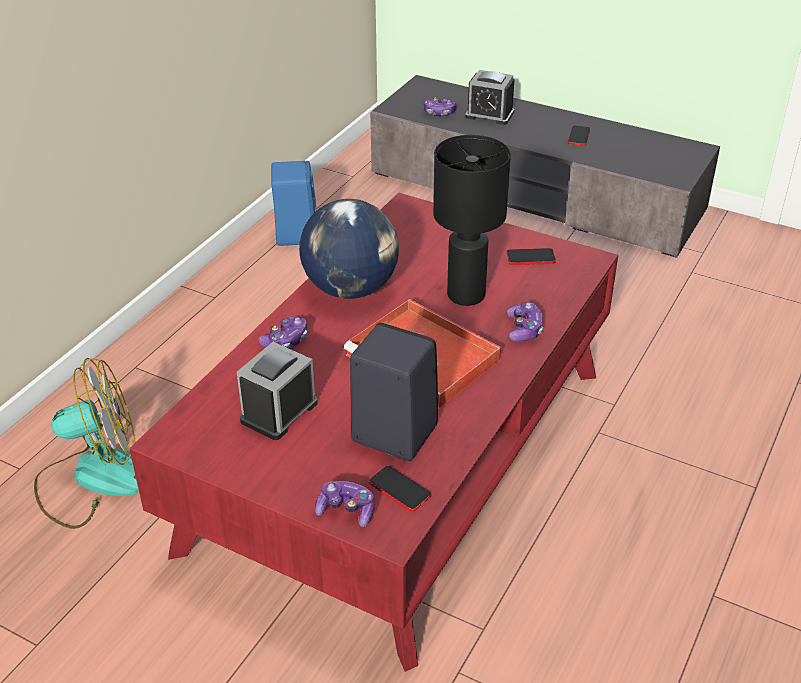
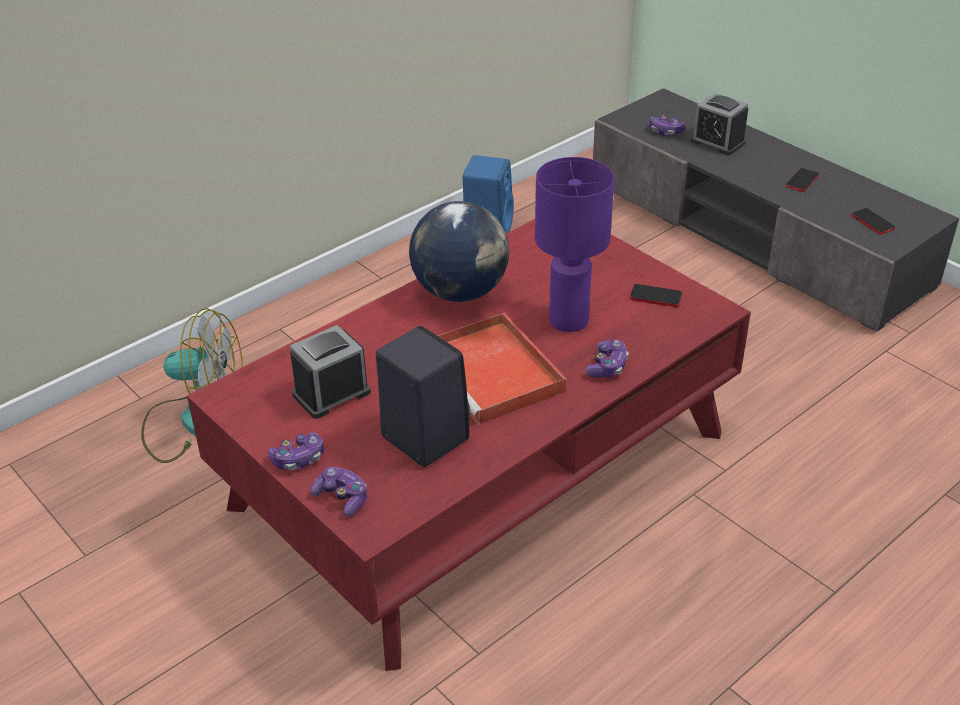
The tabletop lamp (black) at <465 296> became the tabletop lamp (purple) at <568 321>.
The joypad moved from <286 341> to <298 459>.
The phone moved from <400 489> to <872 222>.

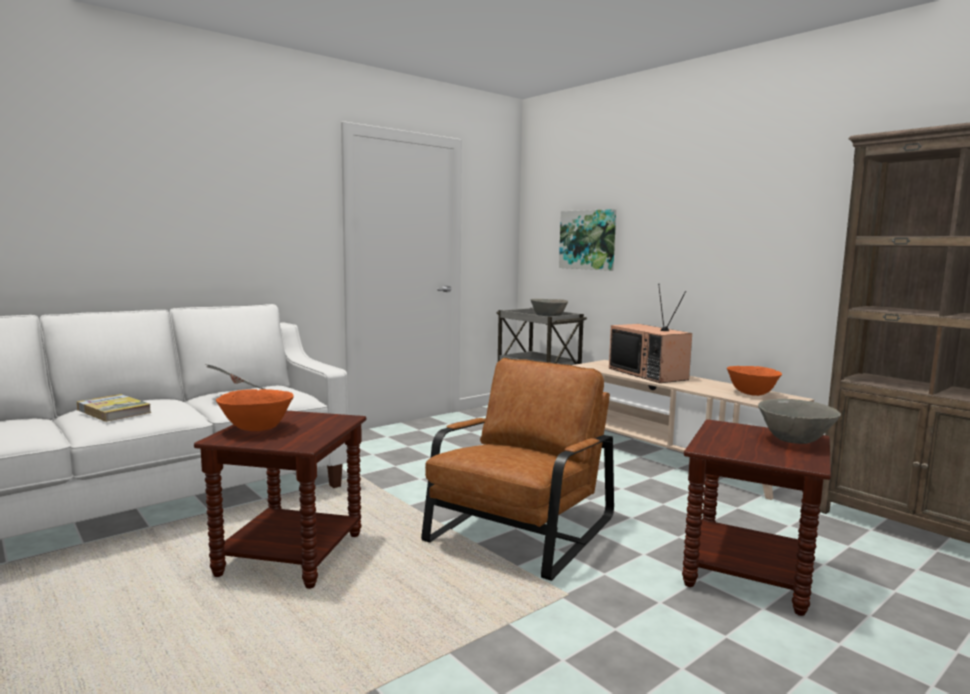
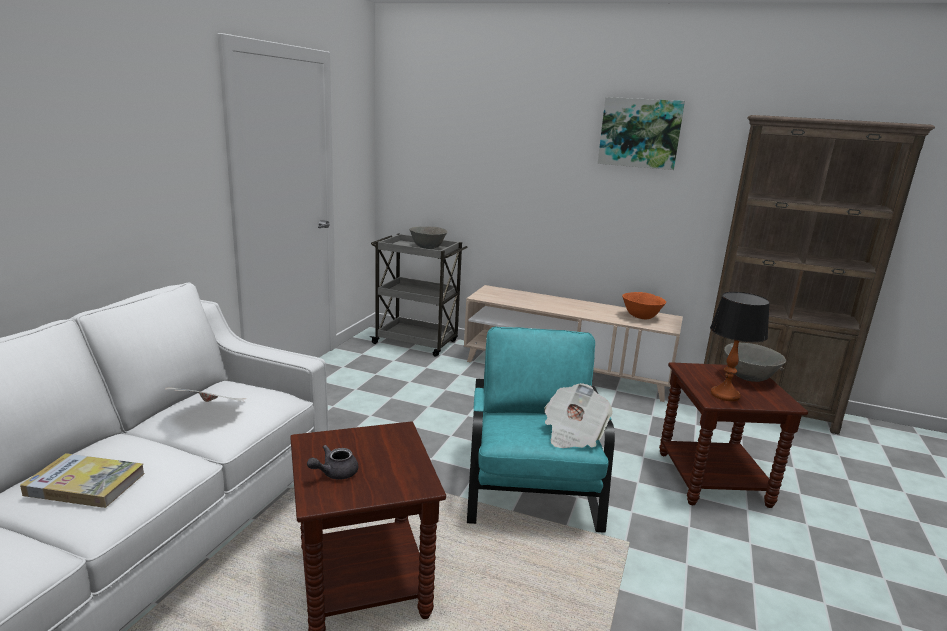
The picture moved from <588 240> to <640 133>.
The TV set at <649 374> disappeared.
The armchair (brown-coloured) at <520 530> became the armchair (turquoise-coloured) at <532 485>.
The deep dish (orange) at <256 429> was replaced by the pot for tea (greyish) at <334 473>.
The tabletop lamp at <725 395> appeared.
The newspaper at <573 433> appeared.

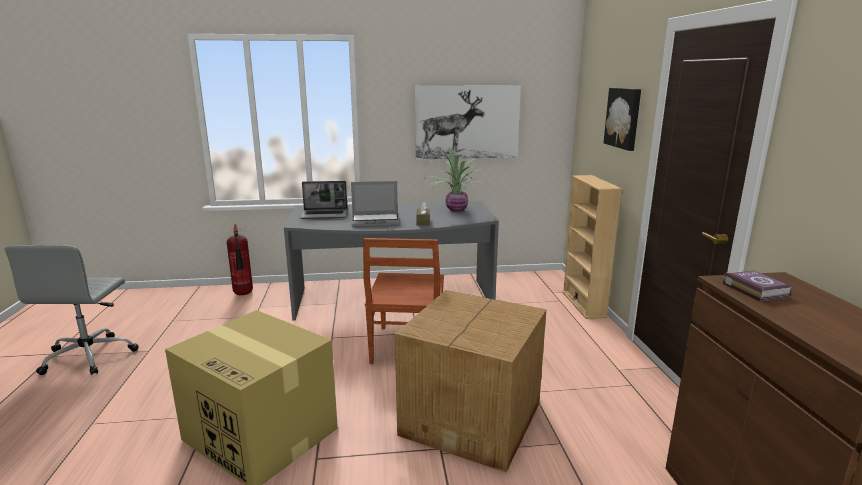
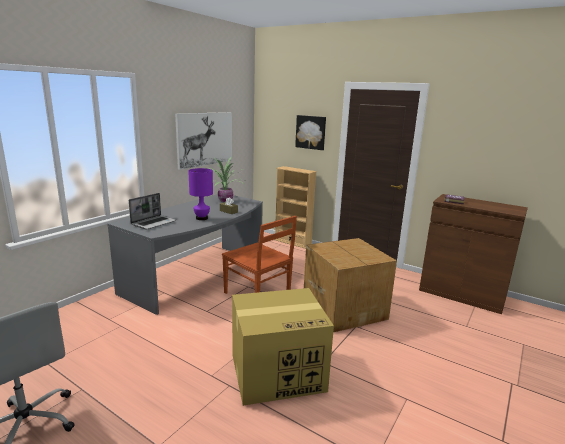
The notebook computer at <376 221> was replaced by the tabletop lamp (purple) at <202 218>.
The fire extinguisher at <244 294> disappeared.

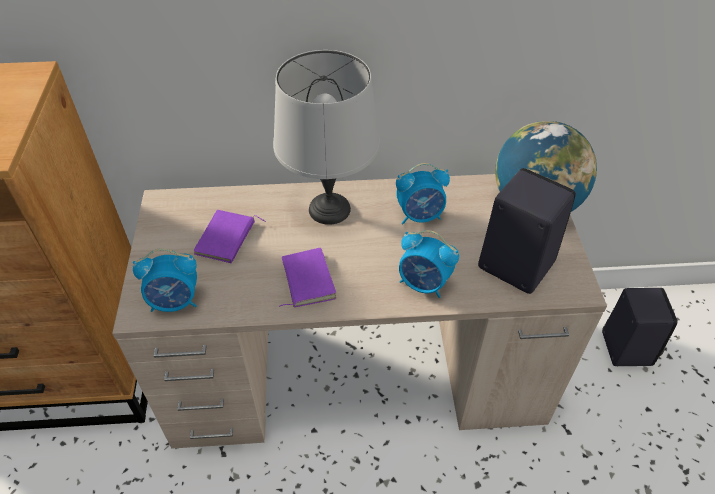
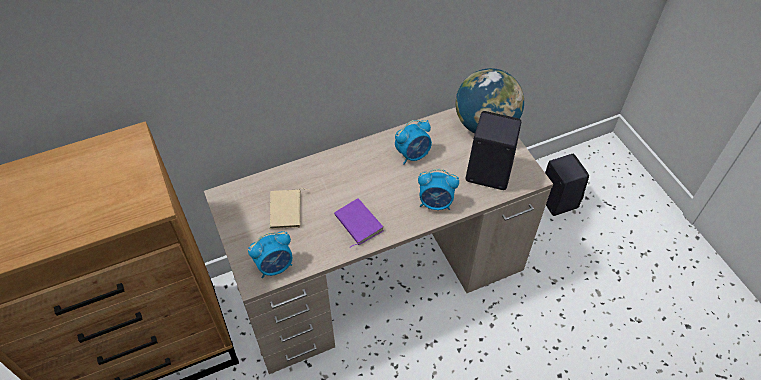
The tabletop lamp (greyish) at <328 210> disappeared.
The volume (purple) at <227 239> became the volume (beige-coloured) at <287 211>.

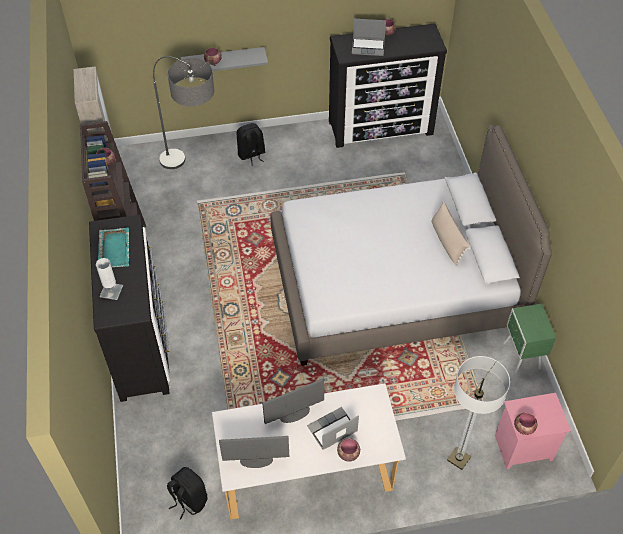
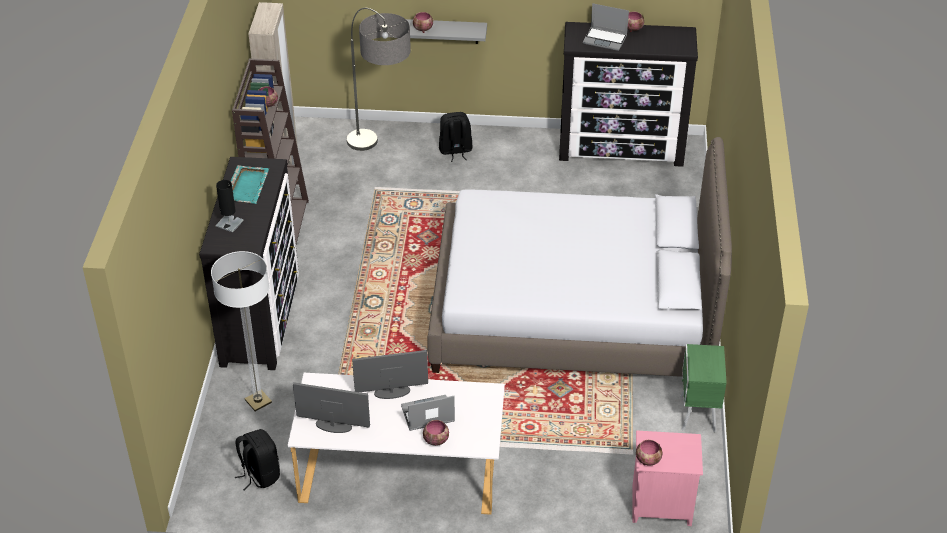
The throw pillow (beige-coloured) at <447 241> disappeared.
The tabletop lamp (white) at <111 291> became the tabletop lamp (black) at <229 223>.
The floor lamp moved from <458 458> to <258 401>.

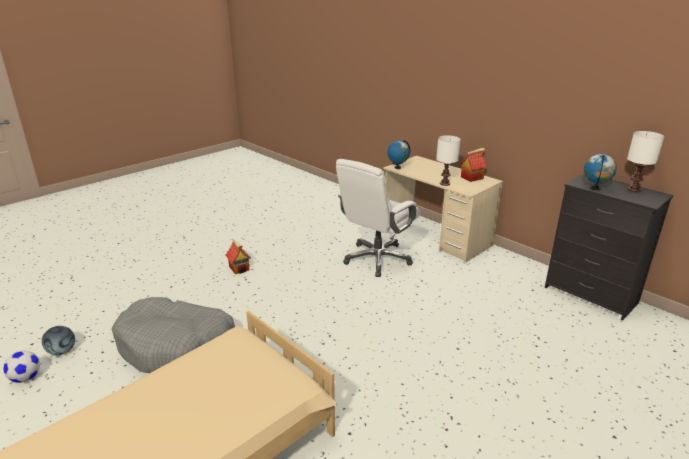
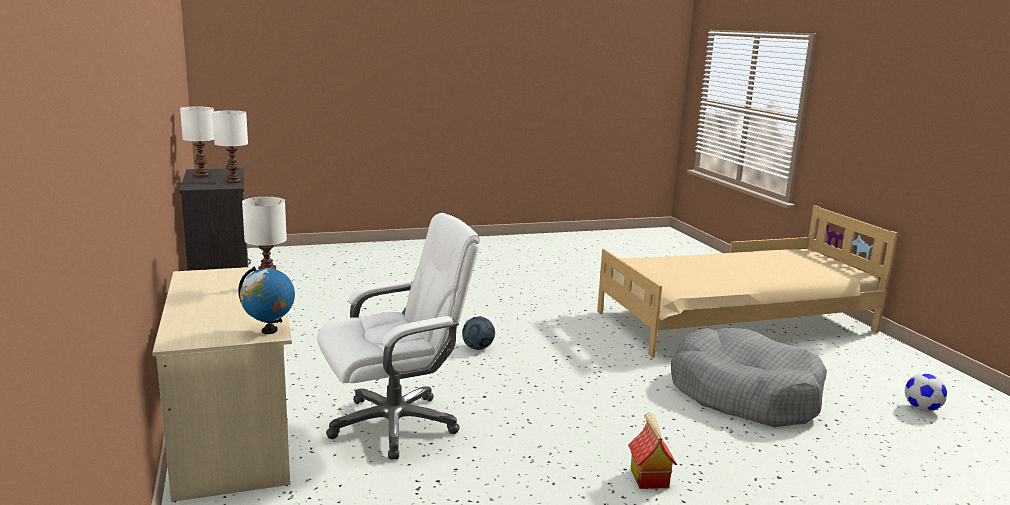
The model house at <472 177> disappeared.
The world globe at <595 189> was replaced by the tabletop lamp (white) at <233 181>.
The football ball moved from <62 351> to <478 348>.

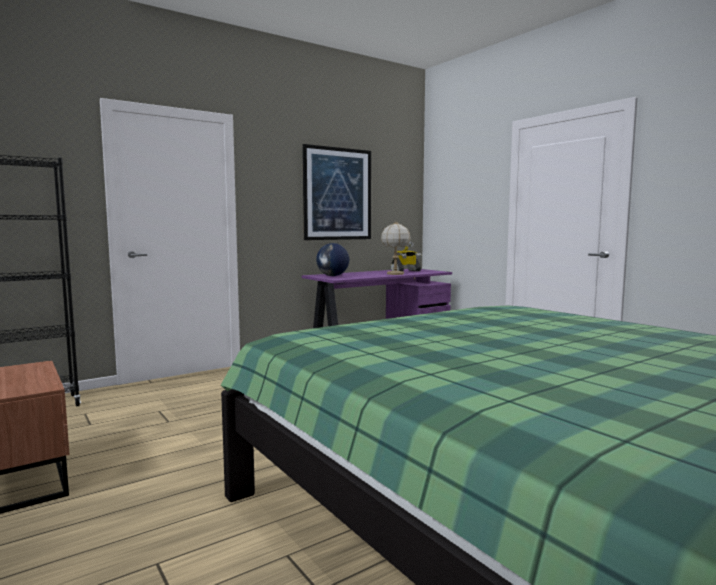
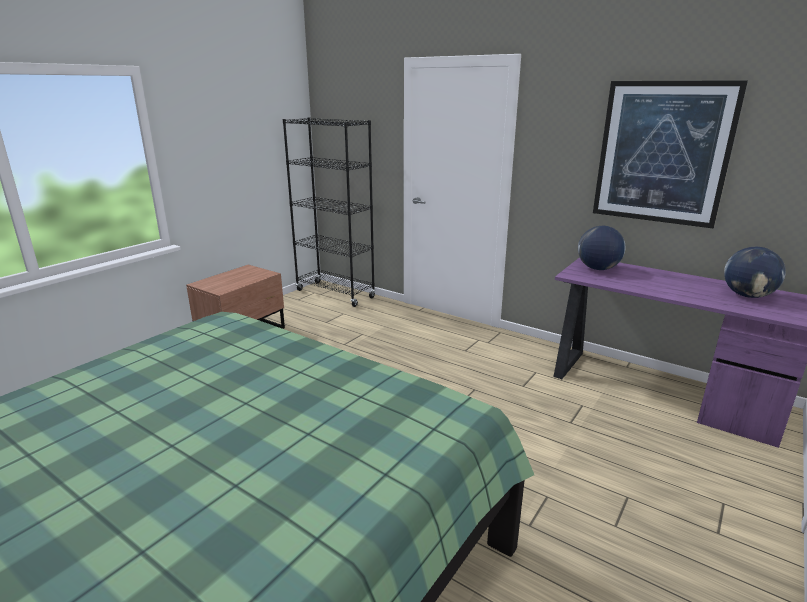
The tabletop lamp at <395 274> disappeared.
The model robot at <405 271> was replaced by the world globe at <747 296>.

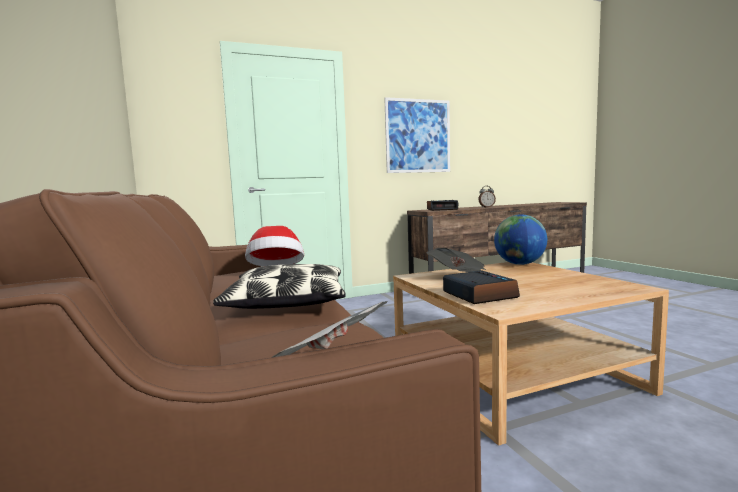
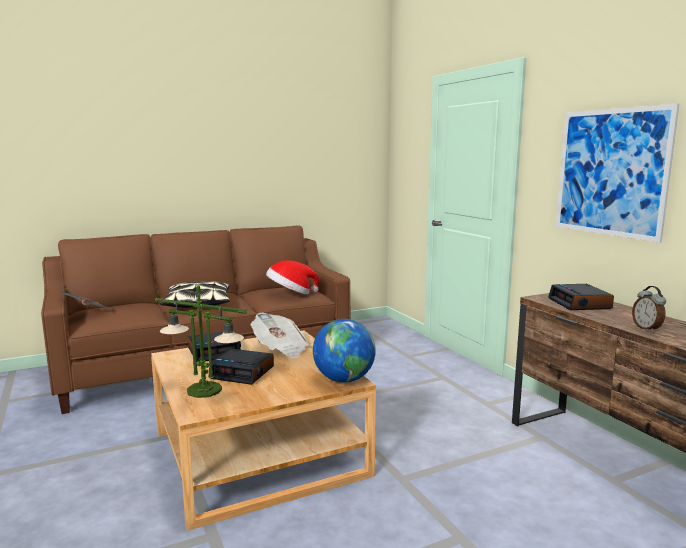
The tabletop lamp at <205 390> appeared.
The table clock at <243 372> appeared.

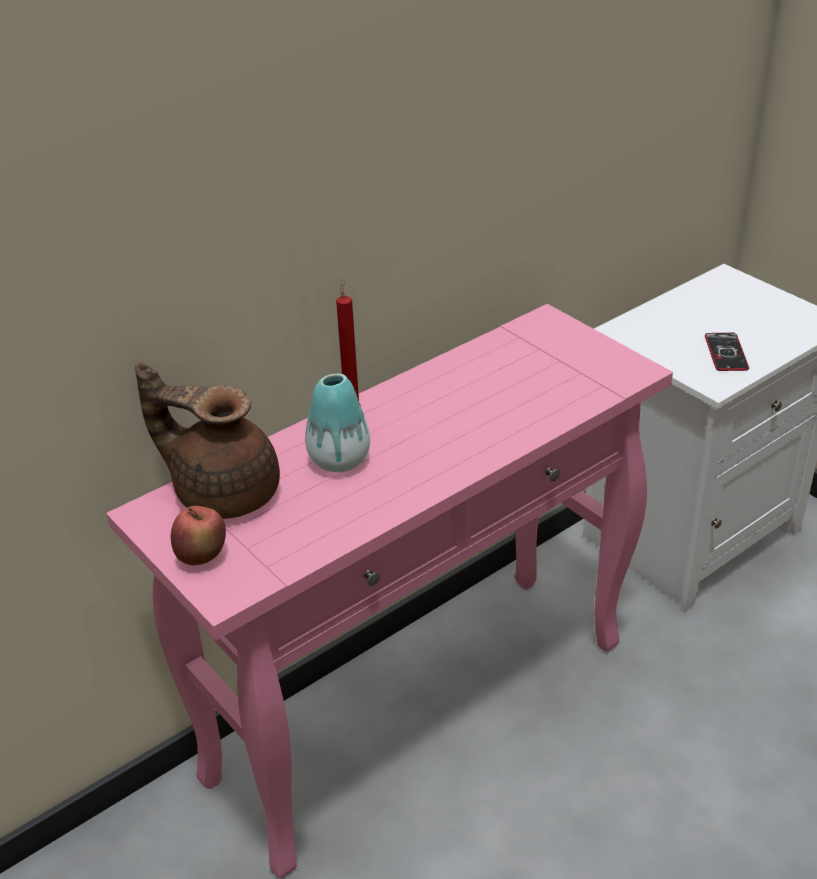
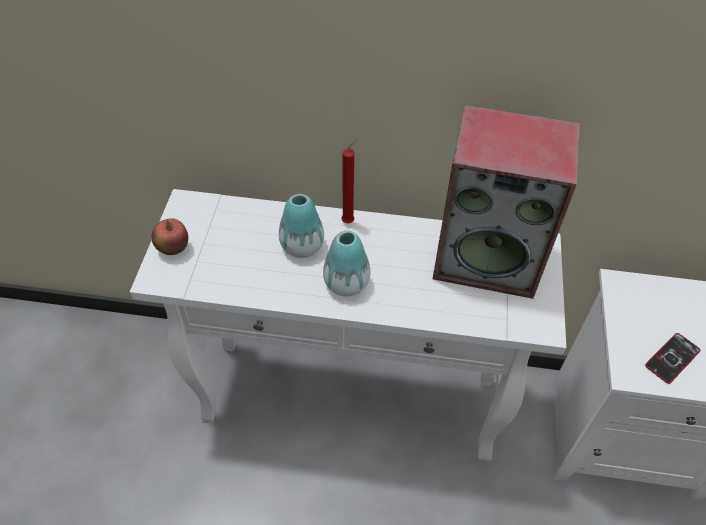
The narrow table (pinkish) at <421 707> became the narrow table (white) at <353 398>.
The pot for tea (brown-coloured) at <223 491> disappeared.
The audio speaker at <488 258> appeared.
The flower vase at <346 283> appeared.

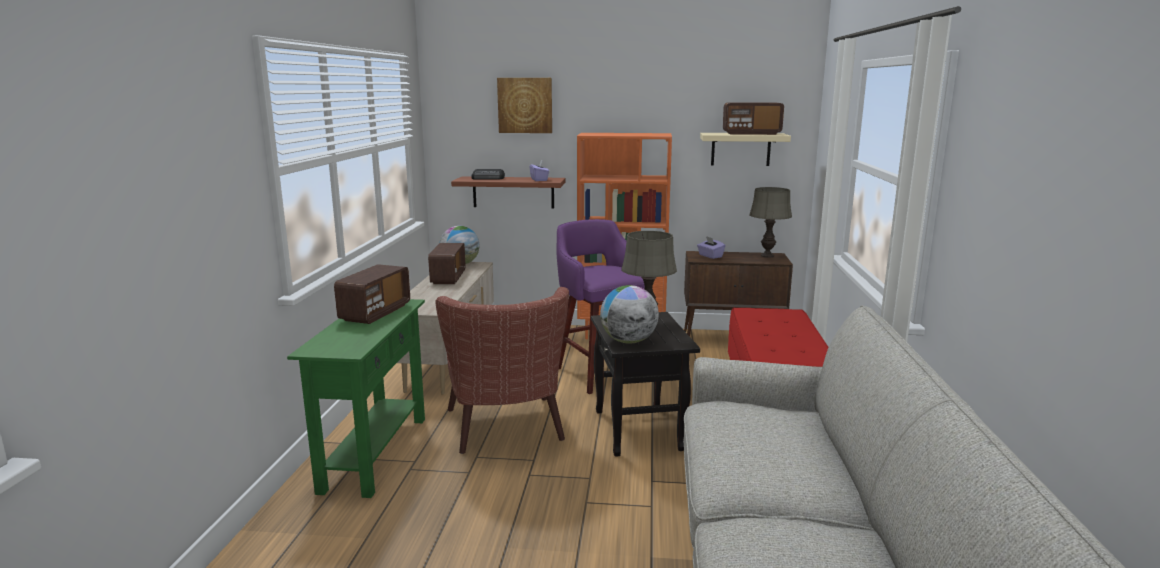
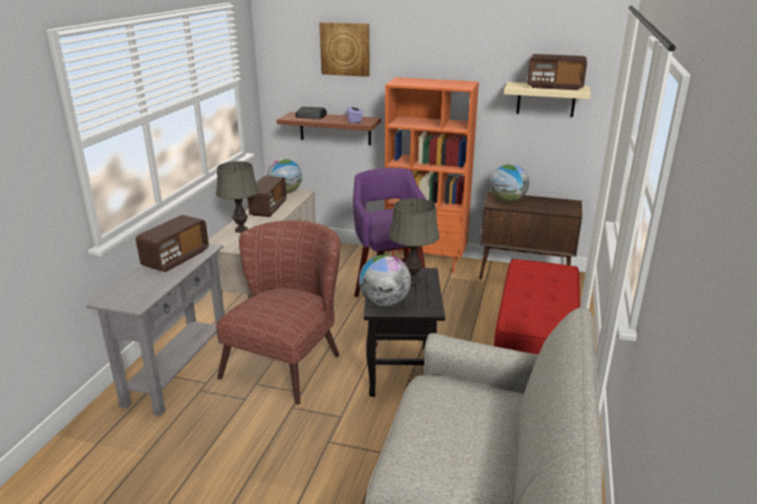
The tabletop lamp (greyish) moved from <767 256> to <241 230>.
The tissue box (purple) at <710 256> was replaced by the world globe at <507 200>.
The armchair (brown-coloured) at <506 432> turned 150 degrees counterclockwise.
The narrow table (green-coloured) at <375 453> became the narrow table (greyish) at <178 371>.

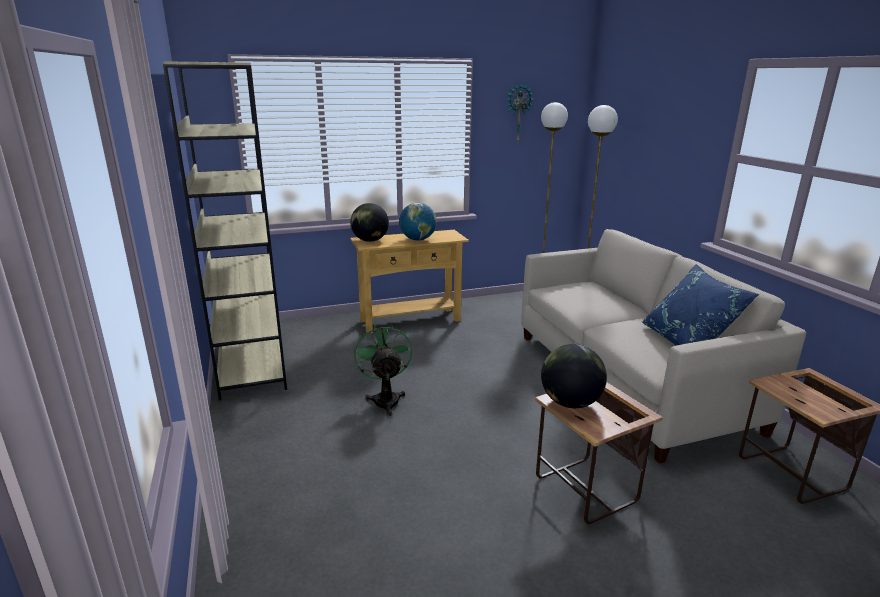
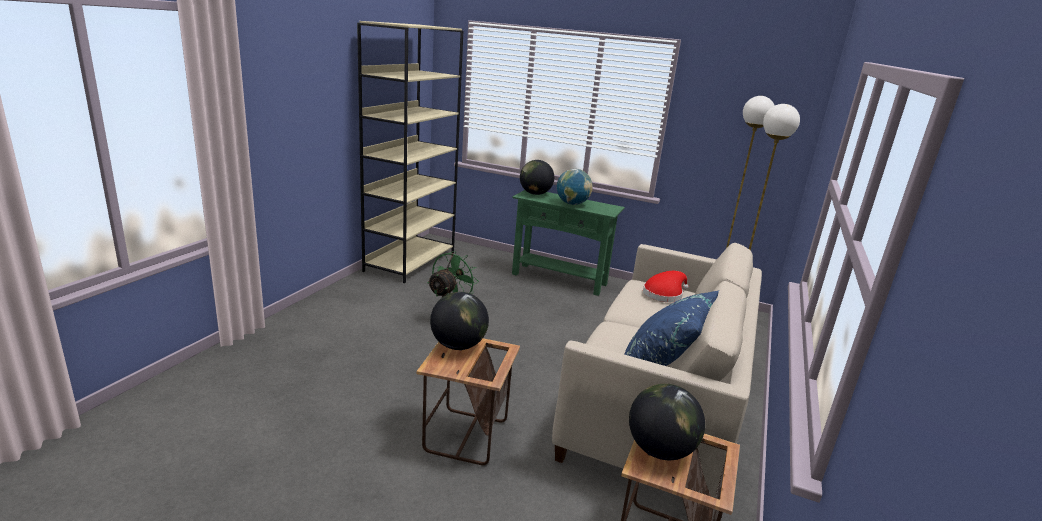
The wall clock at <518 113> disappeared.
The narrow table (beige-coloured) at <410 320> became the narrow table (green-coloured) at <559 279>.
The wearable hat (reddish) at <664 294> appeared.
The world globe at <660 450> appeared.

